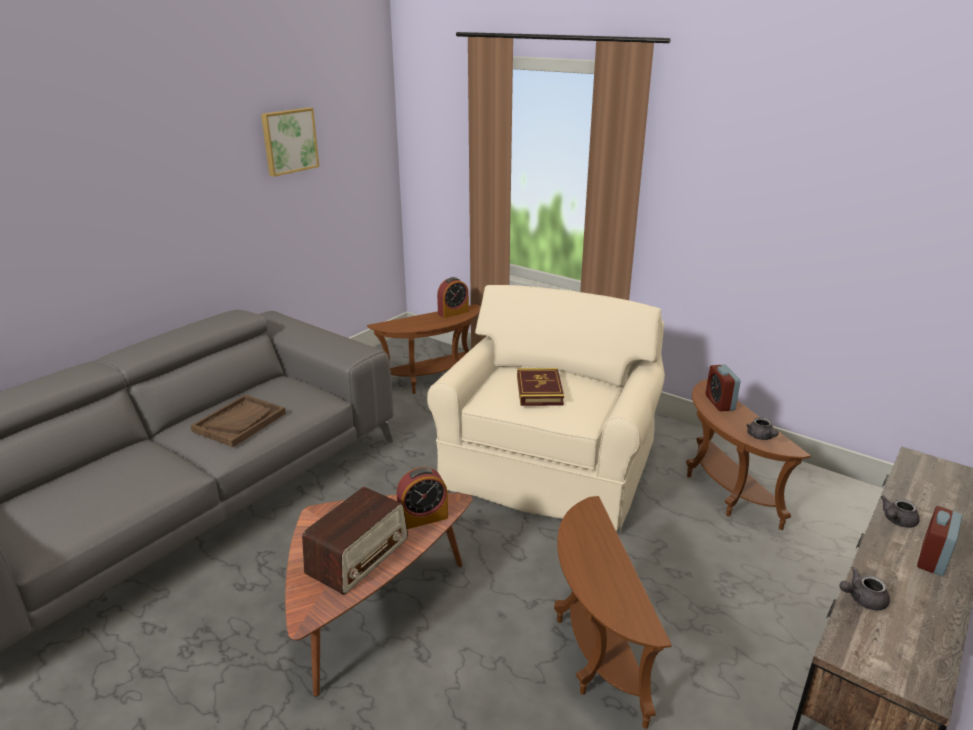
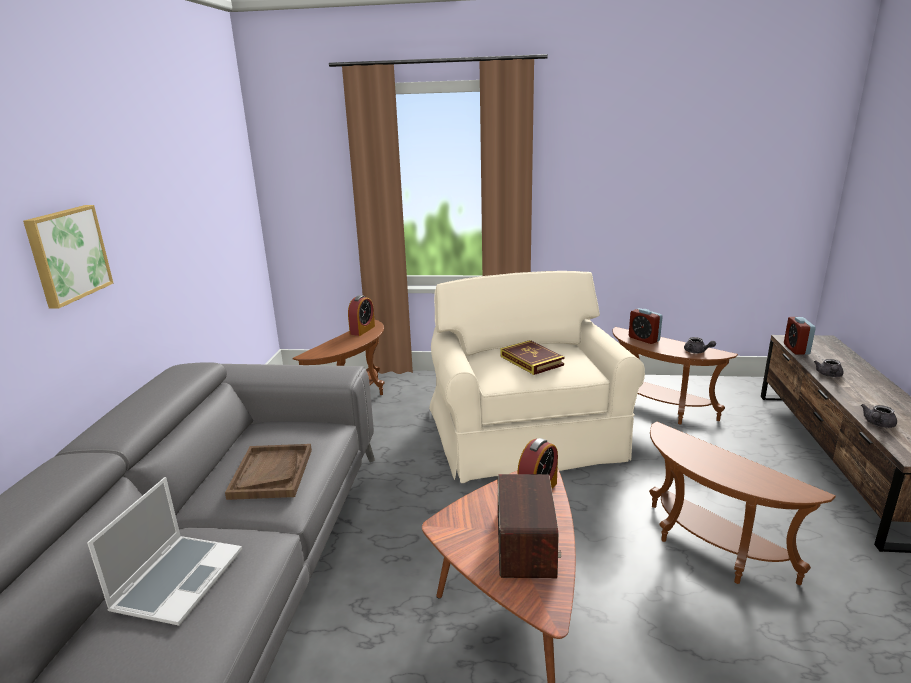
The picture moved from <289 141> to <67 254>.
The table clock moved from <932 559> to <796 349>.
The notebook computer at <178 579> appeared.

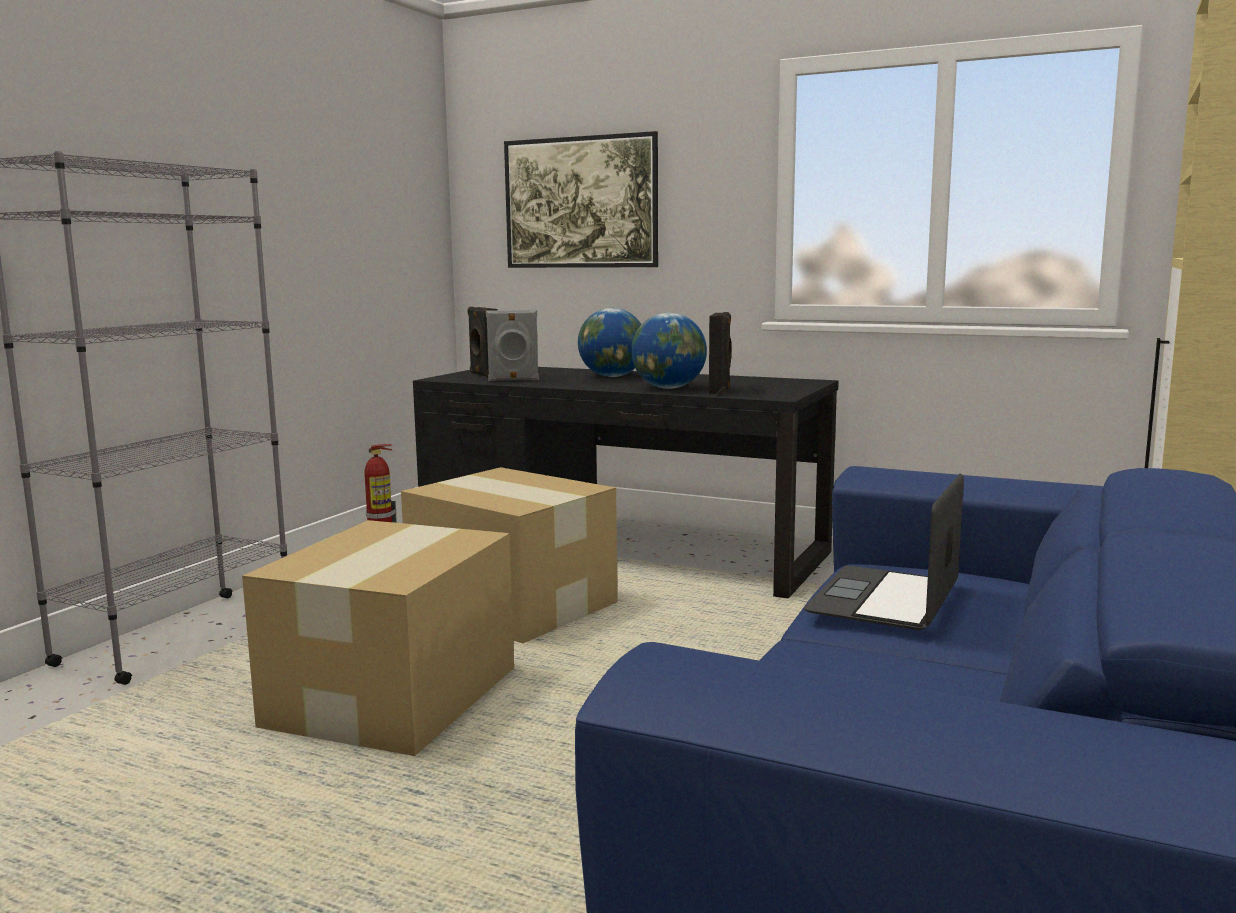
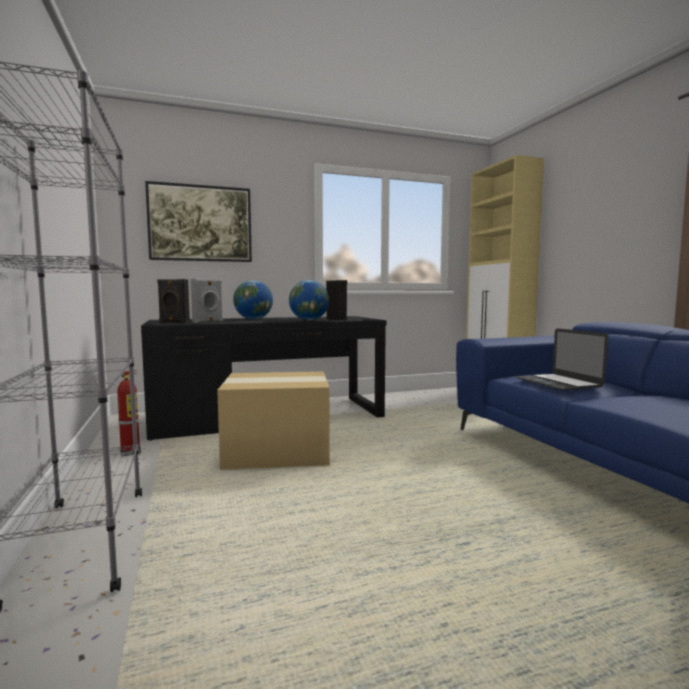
The cardboard box at <389 698> disappeared.

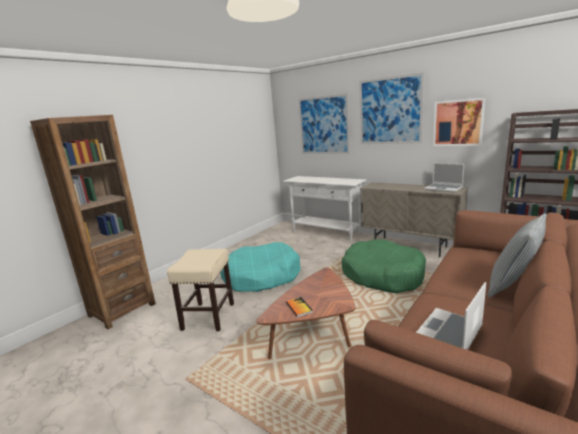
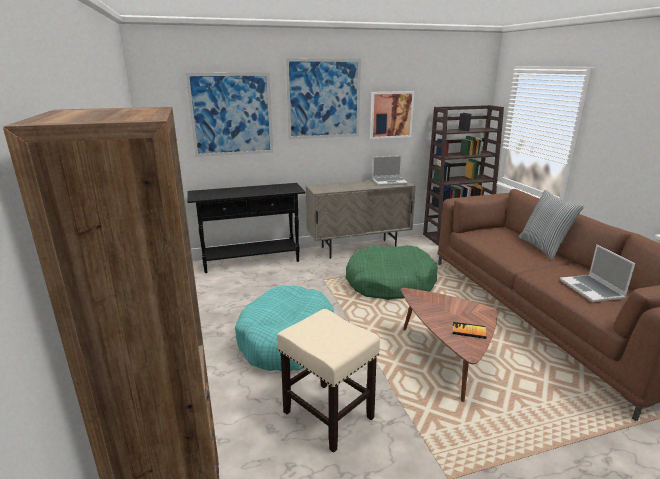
The narrow table (white) at <326 232> became the narrow table (black) at <251 261>.

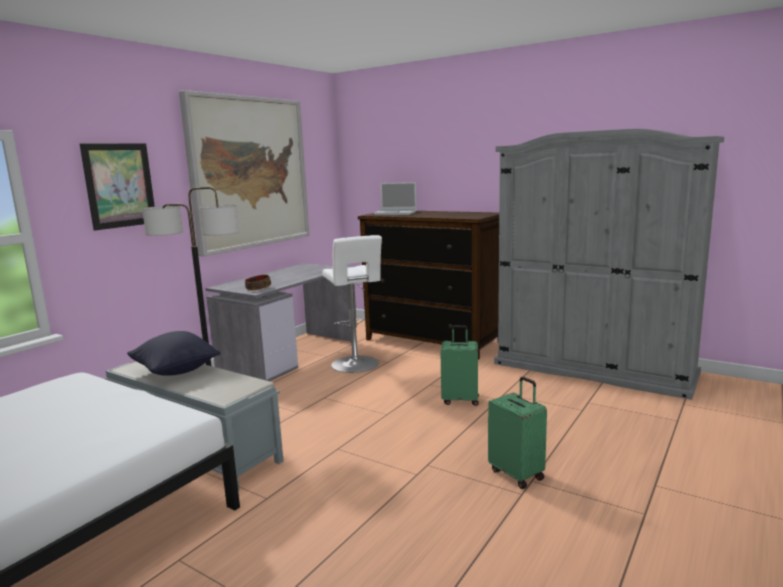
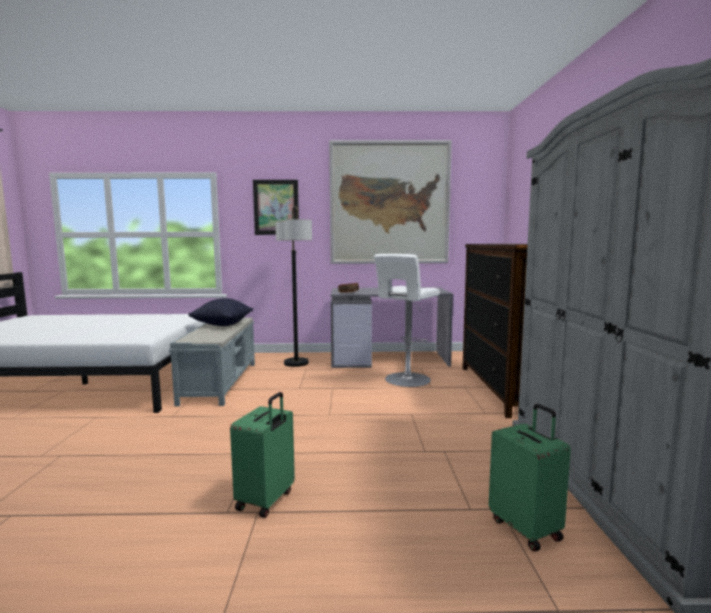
The notebook computer at <396 213> disappeared.
The piece of luggage (green-coloured) moved from <460 400> to <526 528>.

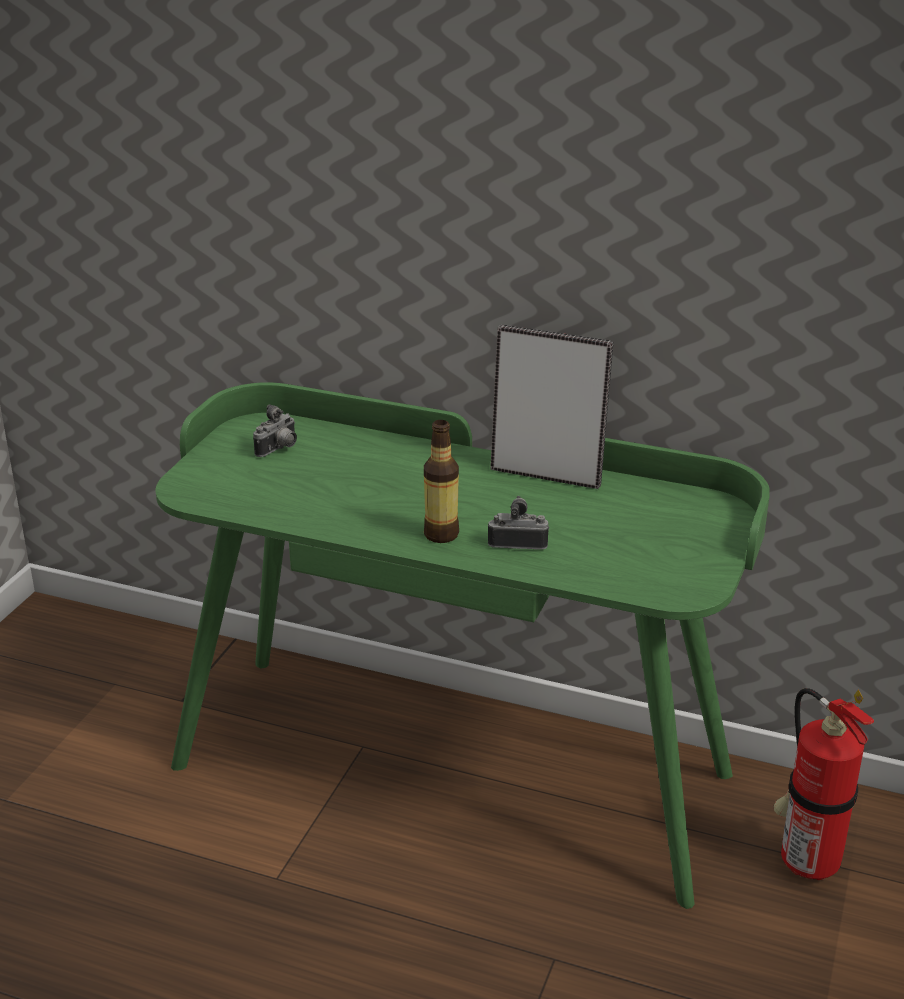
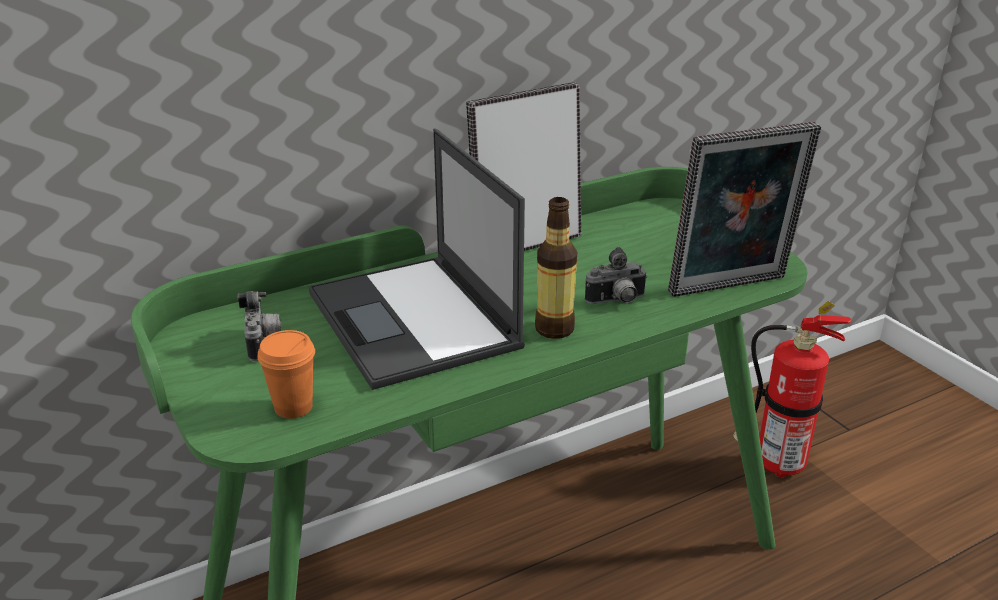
The photo camera at <517 543> turned 150 degrees counterclockwise.
The photo frame at <731 288> appeared.
The notebook computer at <414 321> appeared.
The small cup (orange) at <293 407> appeared.

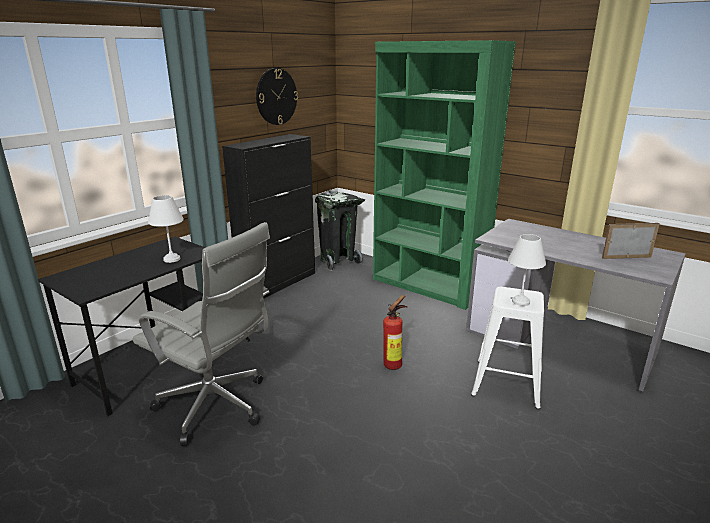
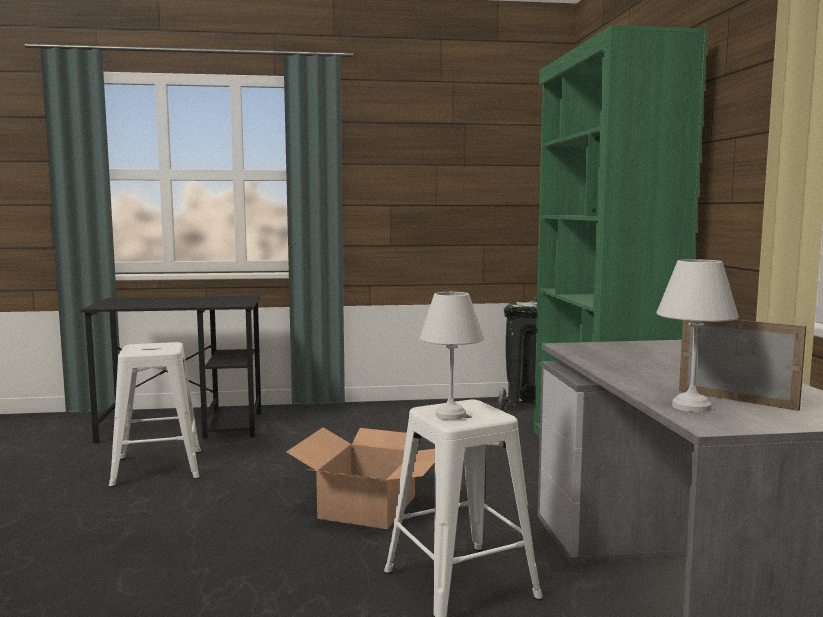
The wall clock at <276 96> disappeared.
The storage cabinet (black) at <278 283> disappeared.
The tabletop lamp (white) moved from <172 259> to <692 406>.
The office chair (greyish) at <217 408> was replaced by the stool seat (white) at <156 468>.
The fire extinguisher at <395 364> was replaced by the cardboard box at <369 507>.

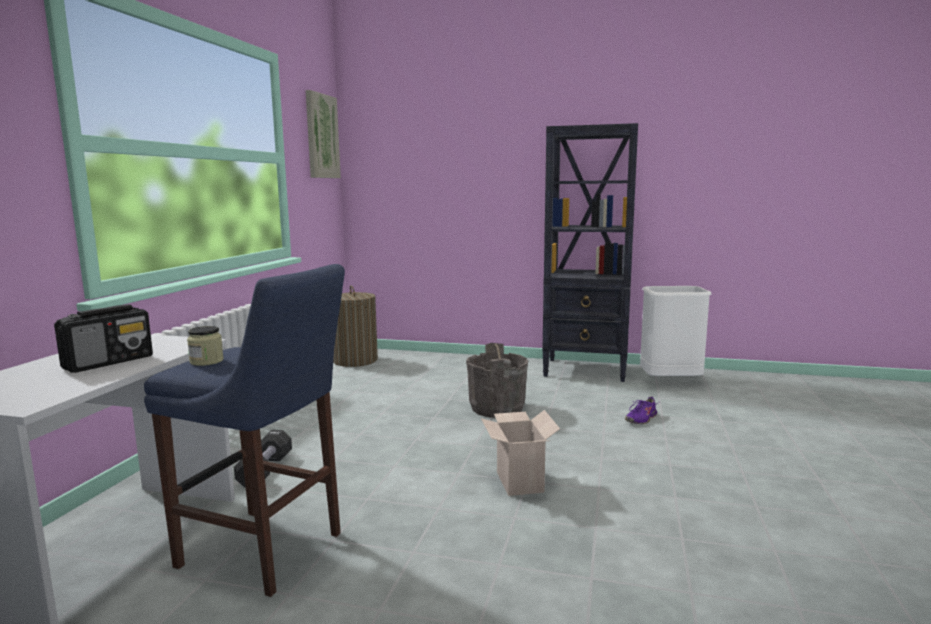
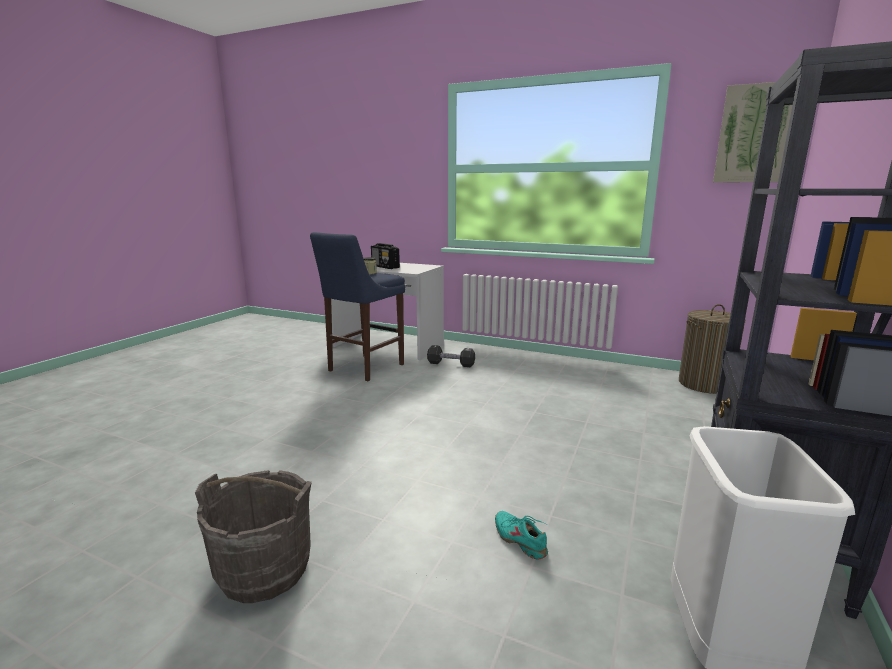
The water bucket (greyish) moved from <497 408> to <264 570>.
The low shoe (purple) at <641 419> became the low shoe (turquoise-coloured) at <520 540>.
The cardboard box at <517 481> disappeared.

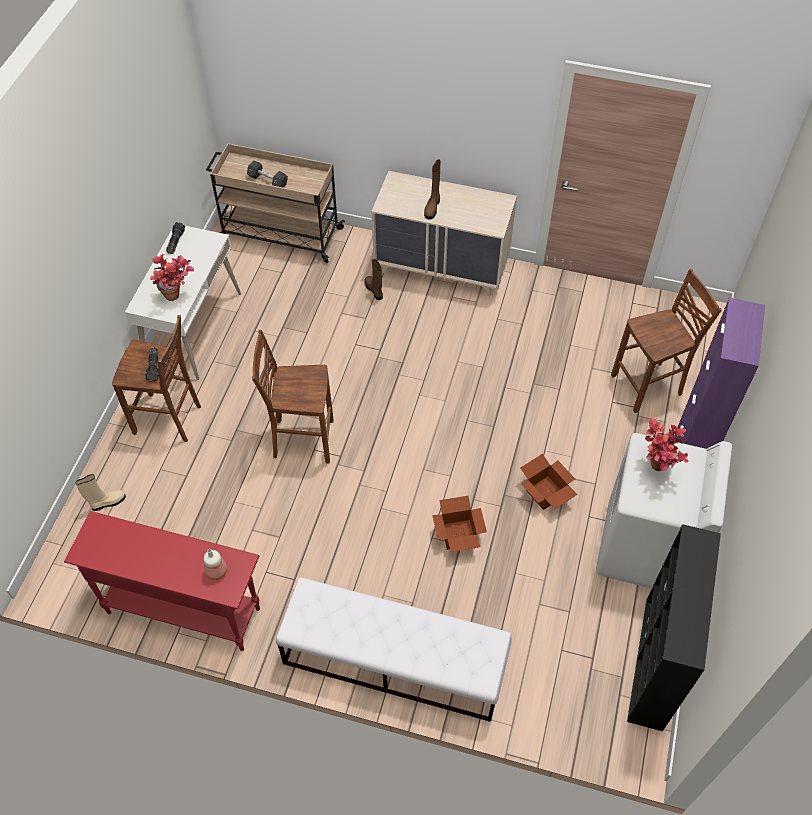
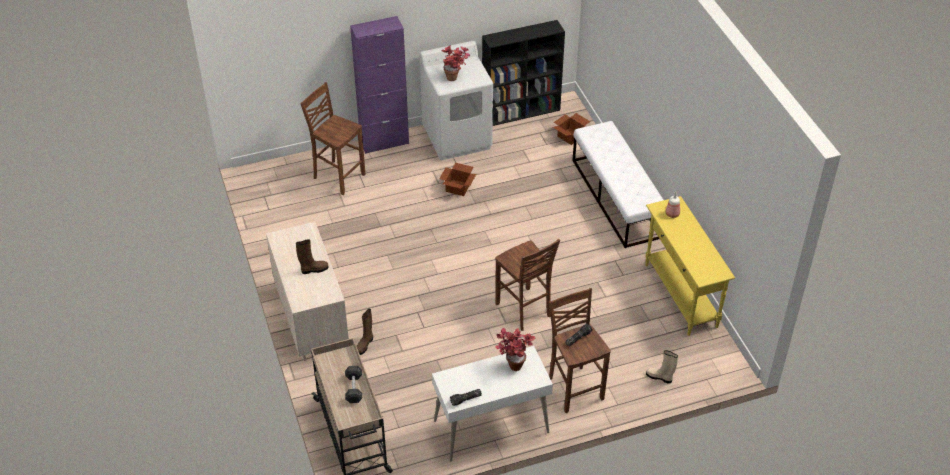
The cardboard box moved from <458 535> to <571 136>.
The narrow table (reddish) at <183 610> became the narrow table (yellowish) at <680 296>.

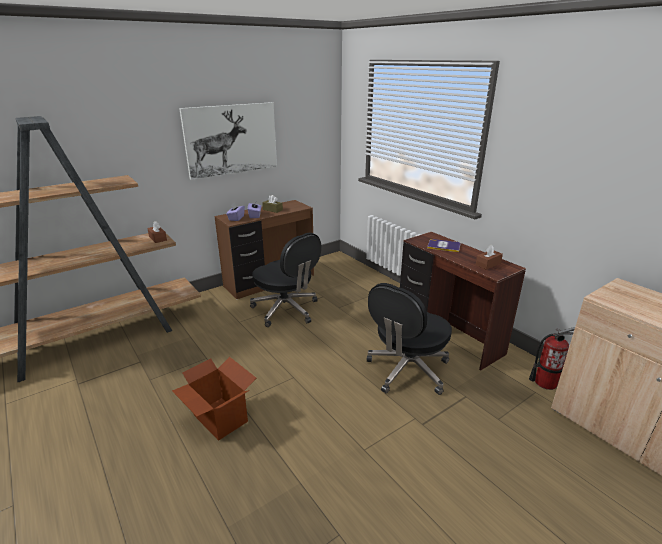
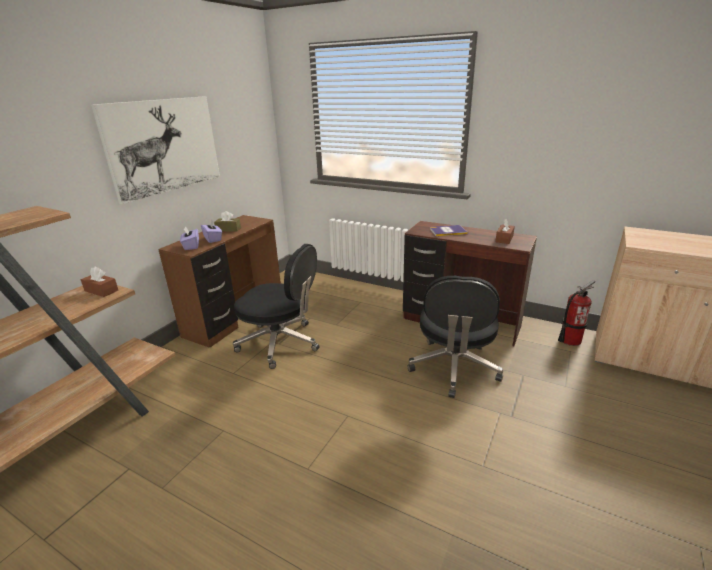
The cardboard box at <219 419> disappeared.

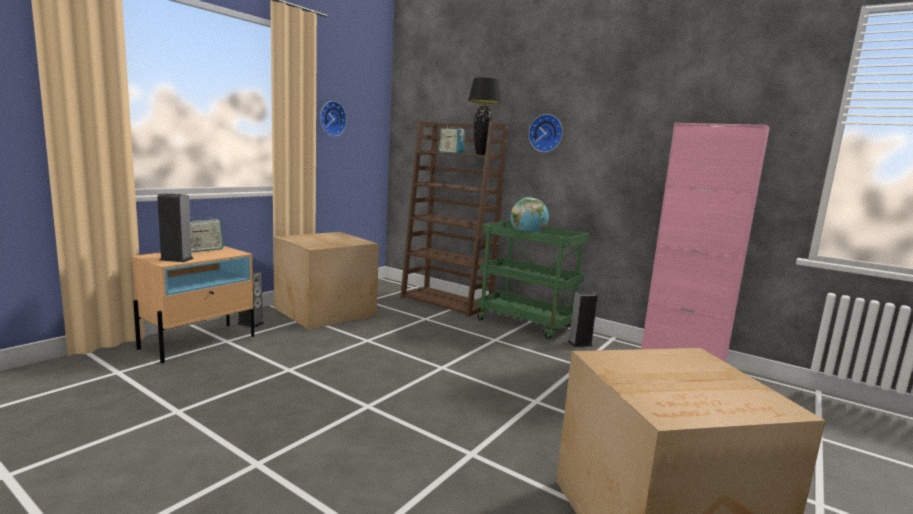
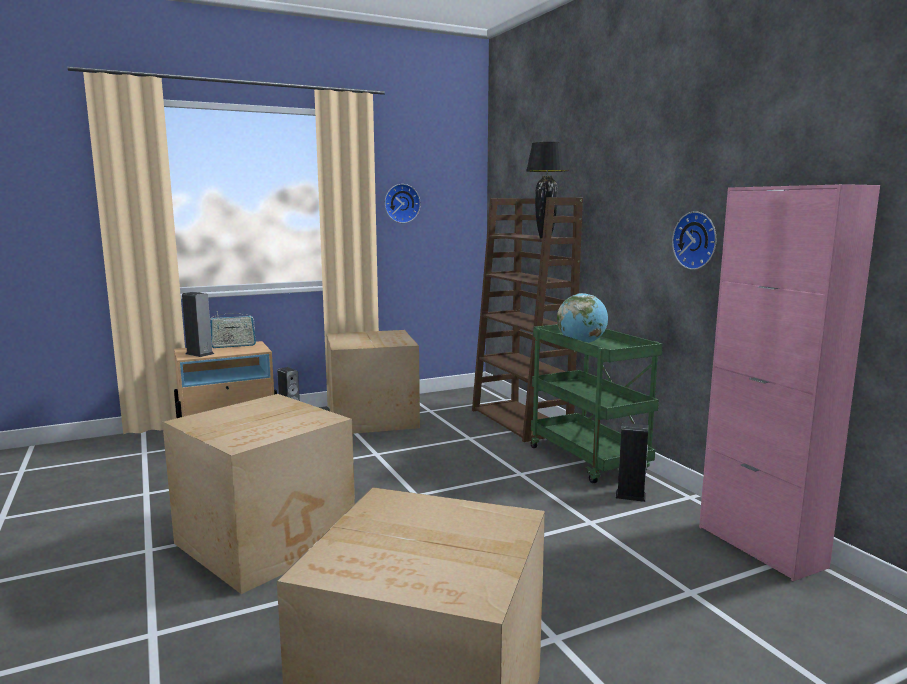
The wall clock moved from <546 133> to <697 240>.
The radio set at <451 152> disappeared.
The cardboard box at <268 541> appeared.

